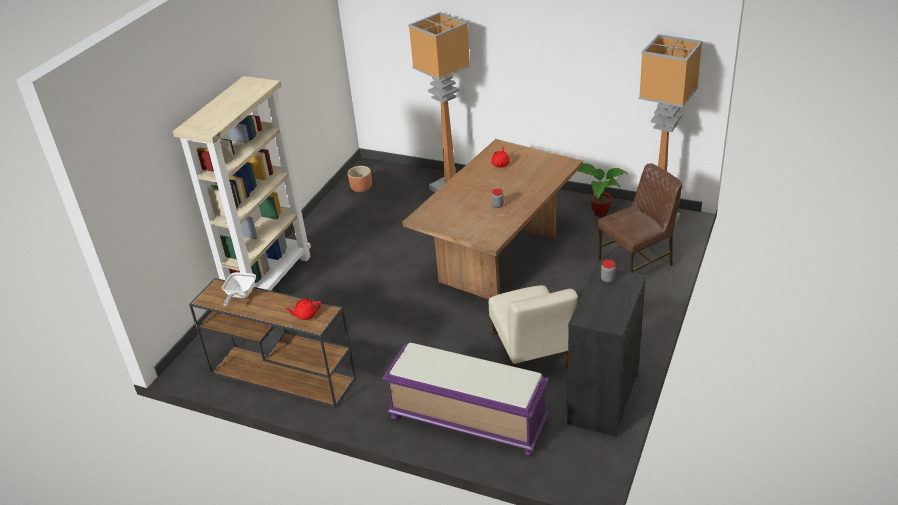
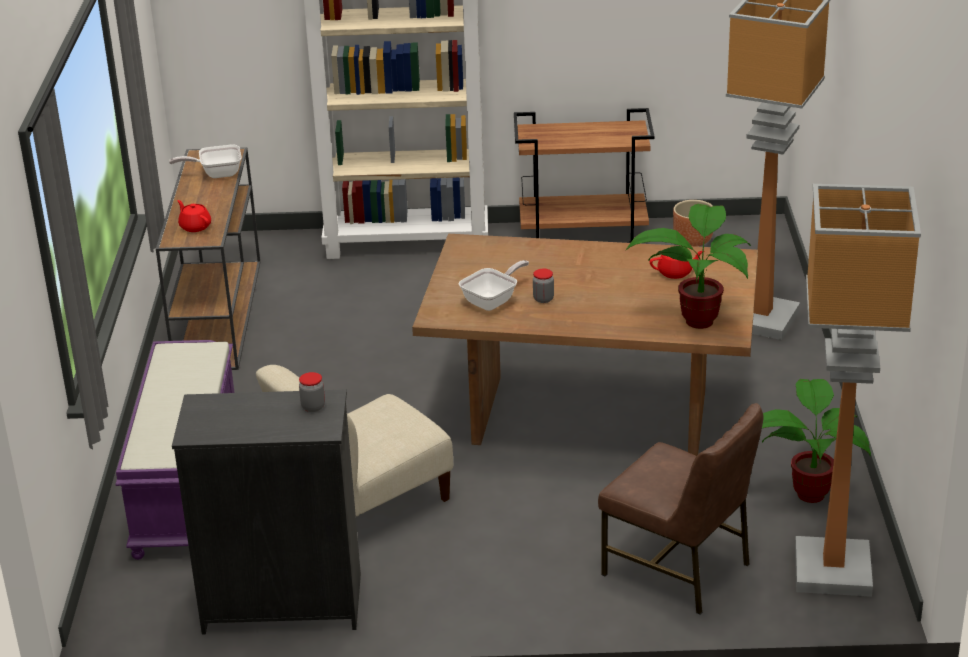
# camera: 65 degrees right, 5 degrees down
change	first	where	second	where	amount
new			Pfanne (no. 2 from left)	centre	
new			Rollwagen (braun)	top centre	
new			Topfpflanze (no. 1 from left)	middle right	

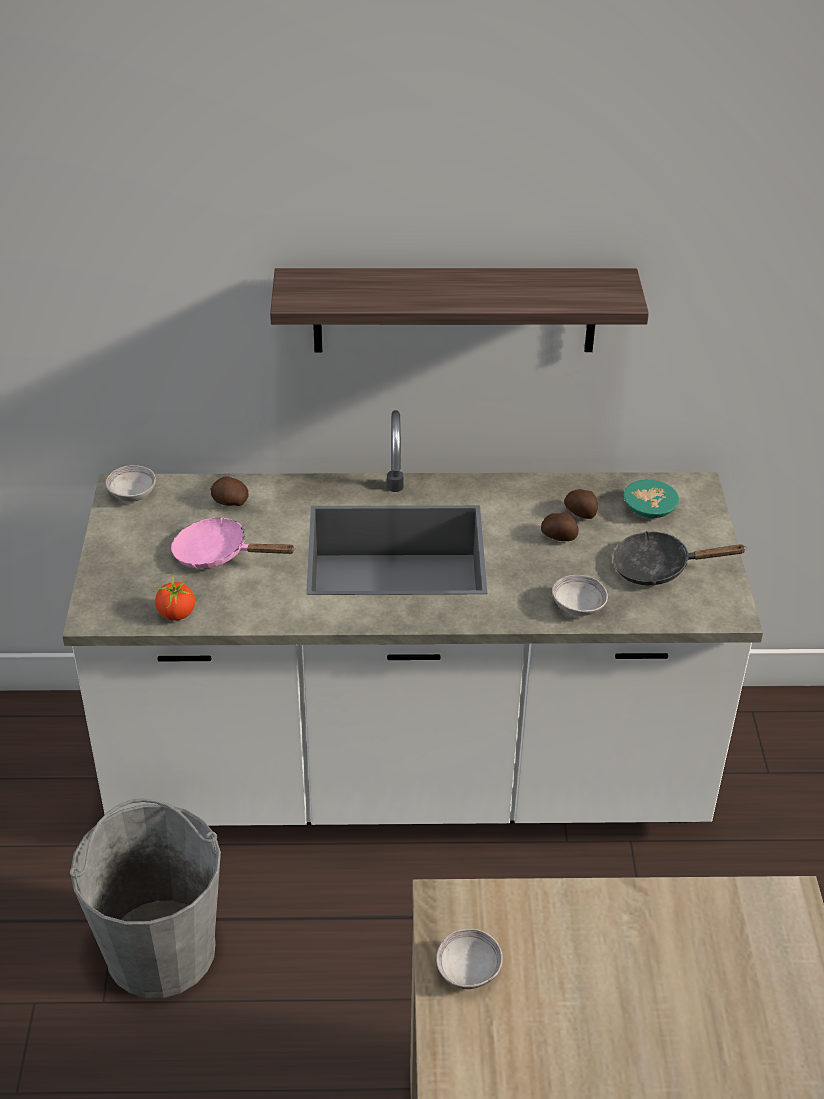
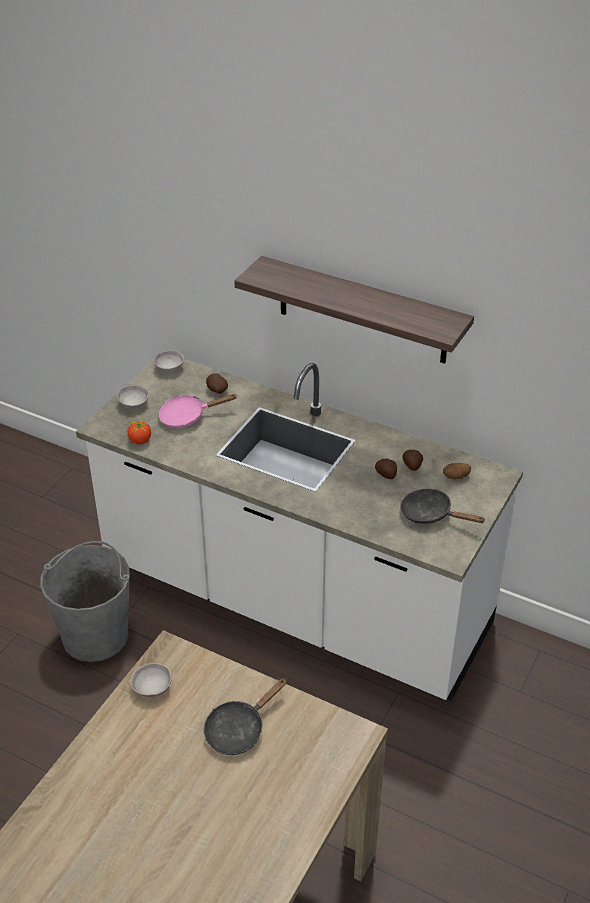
# camera: 30 degrees right, 0 degrees up
change	first	where	second	where	amount
shifted	Schüssel (grau) (no. 3 from left in the first image)	middle right	Schüssel (grau) (no. 1 from left)	middle left	
rotated	Pfanne (rosa)	middle left		centre	60 degrees counterclockwise
new			Pfanne (schwarz) (no. 1 from left)	bottom centre	
swapped	Schüssel (türkis)	middle right	Kartoffel (no. 4 from left)	middle right	

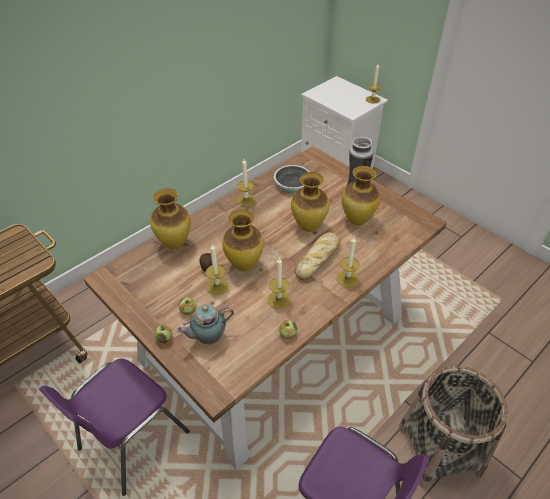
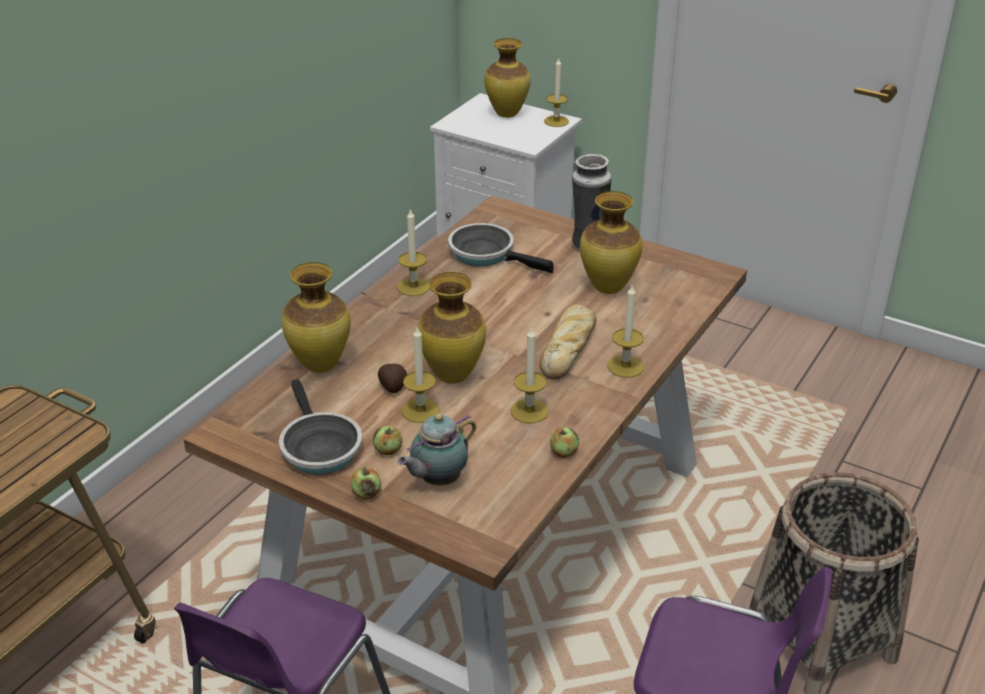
# camera: 15 degrees left, 10 degrees down
change	first	where	second	where	amount
new			Pfanne (no. 1 from left)	middle left	
shifted	Vase (no. 3 from left)	centre		top centre	

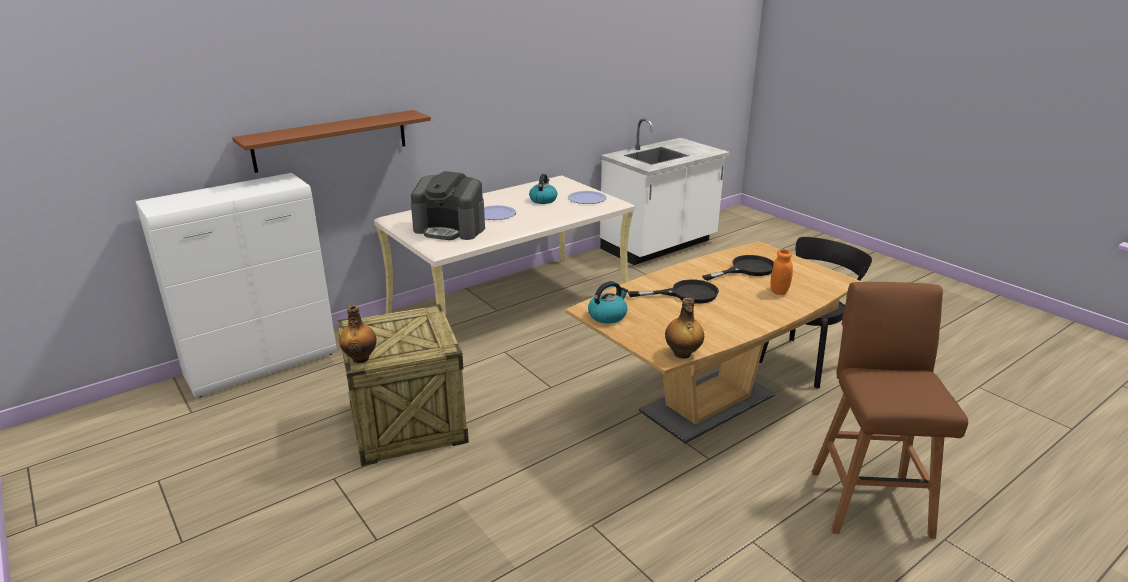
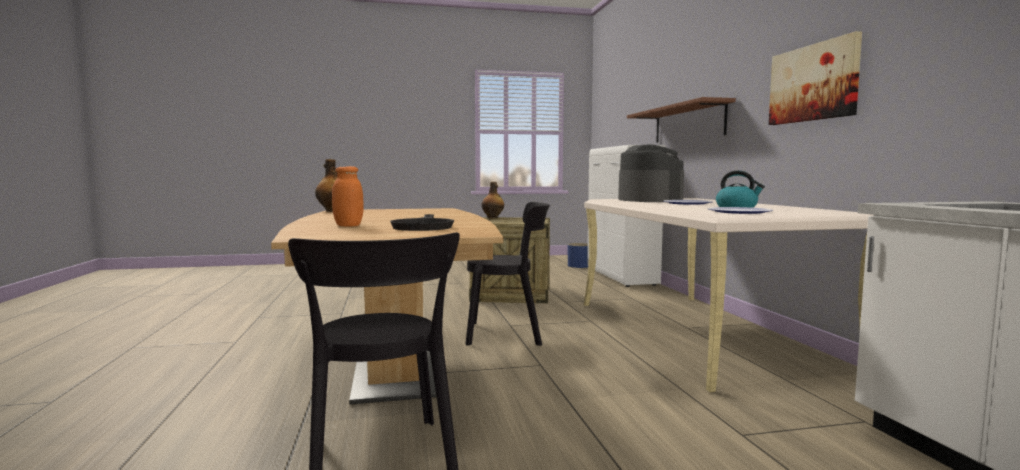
# camera: 115 degrees right, 20 degrees down
change	first	where	second	where	amount
new			Stuhl (schwarz) (no. 2 from left)	centre	
new			Pflanzkübel (blau)	centre	
rotated	Kaffeemaschine	centre		centre	120 degrees clockwise
new			Bild	top right	
gone	Wasserkessel (no. 2 from left)	centre			
gone	Pfanne (schwarz) (no. 1 from left)	centre			
gone	Hocker (braun)	bottom right			

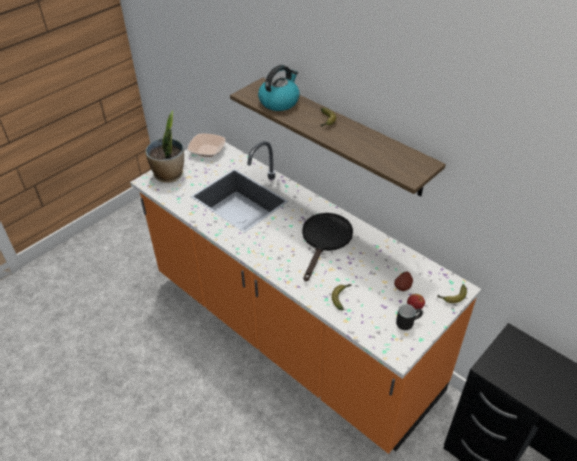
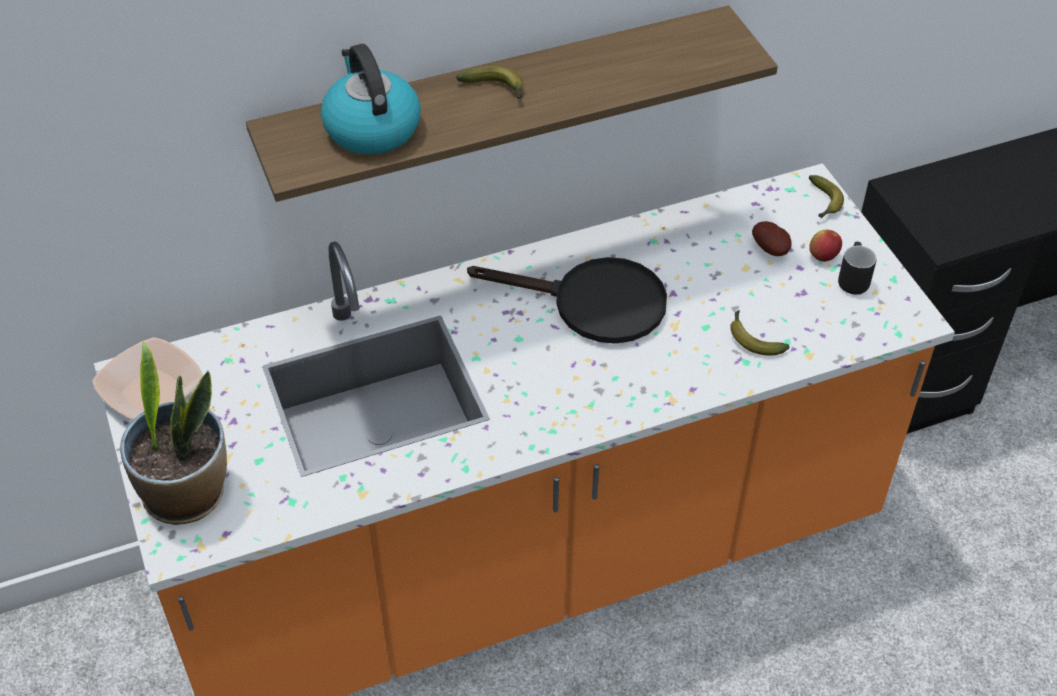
# camera: 65 degrees left, 5 degrees up
change	first	where	second	where	amount
rotated	Pfanne (schwarz)	centre		centre	150 degrees clockwise

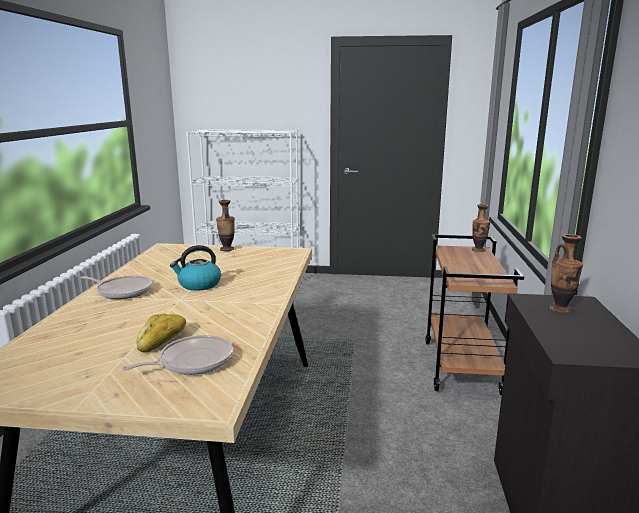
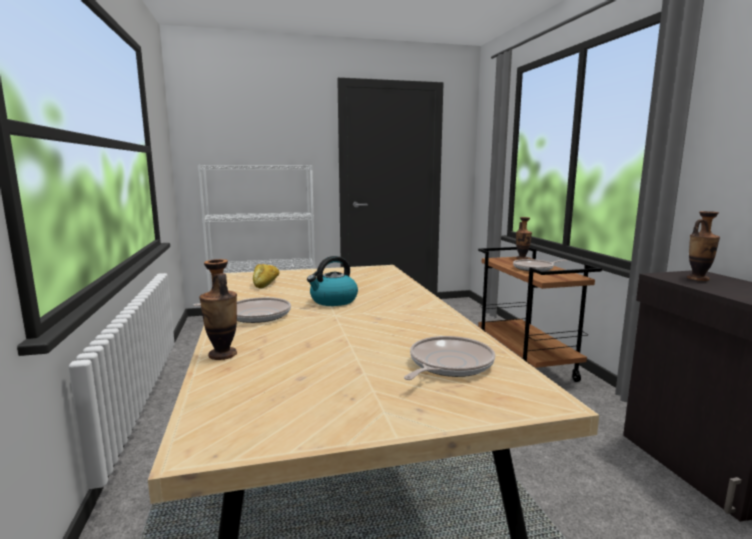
# camera: 20 degrees left, 5 degrees down
change	first	where	second	where	amount
shifted	Vase (no. 1 from left)	centre		middle left	
shifted	Brot	middle left		centre	
new			Pfanne (no. 3 from left)	middle right	

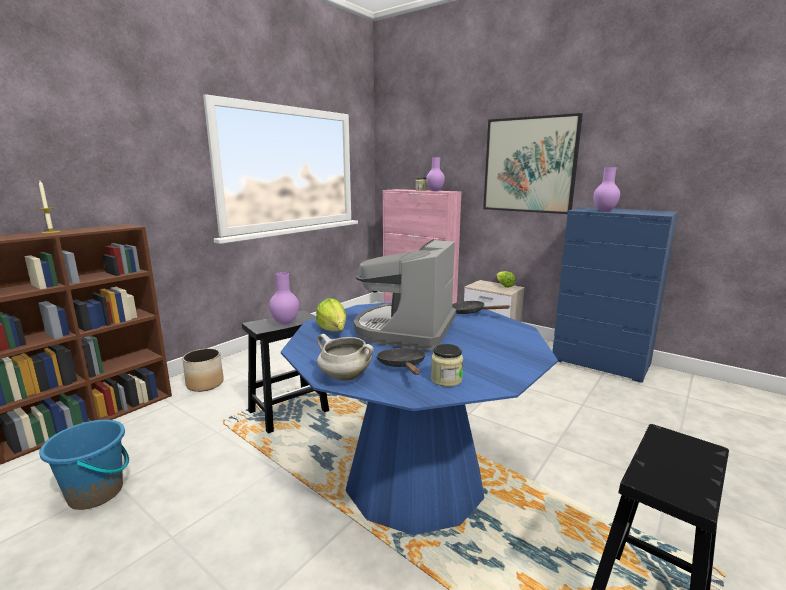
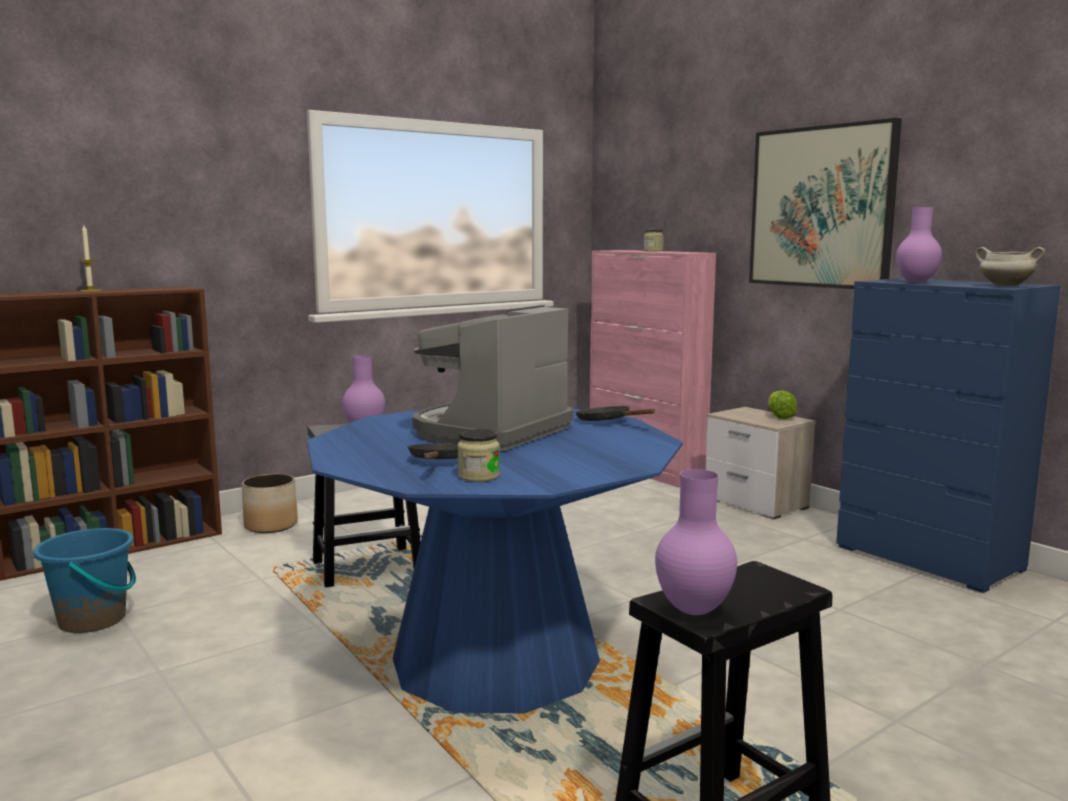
# camera: 15 degrees right, 5 degrees down
change	first	where	second	where	amount
shifted	Vase (lila) (no. 2 from left)	top centre		bottom centre	
shifted	Kochtopf (weiß)	centre		top right	
gone	Salatkopf (no. 1 from left)	centre			

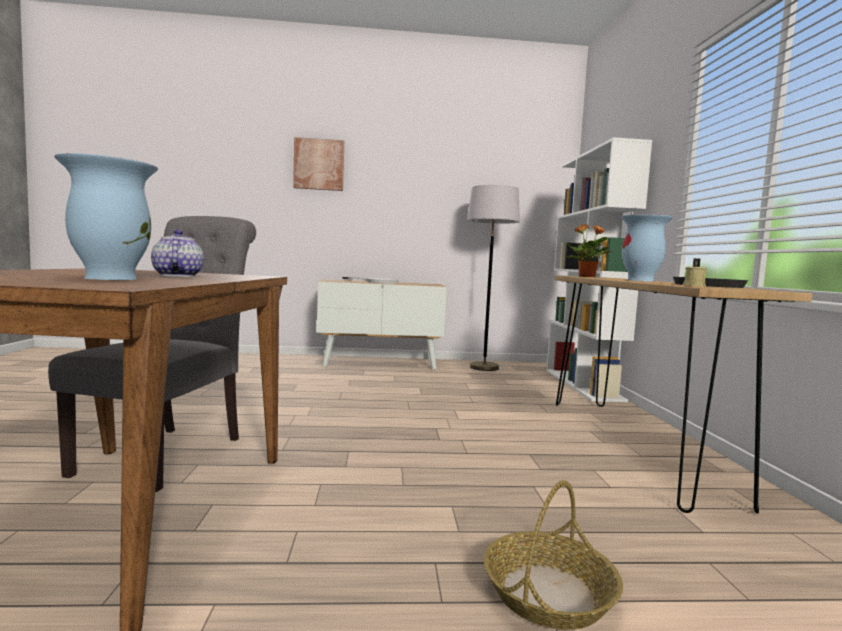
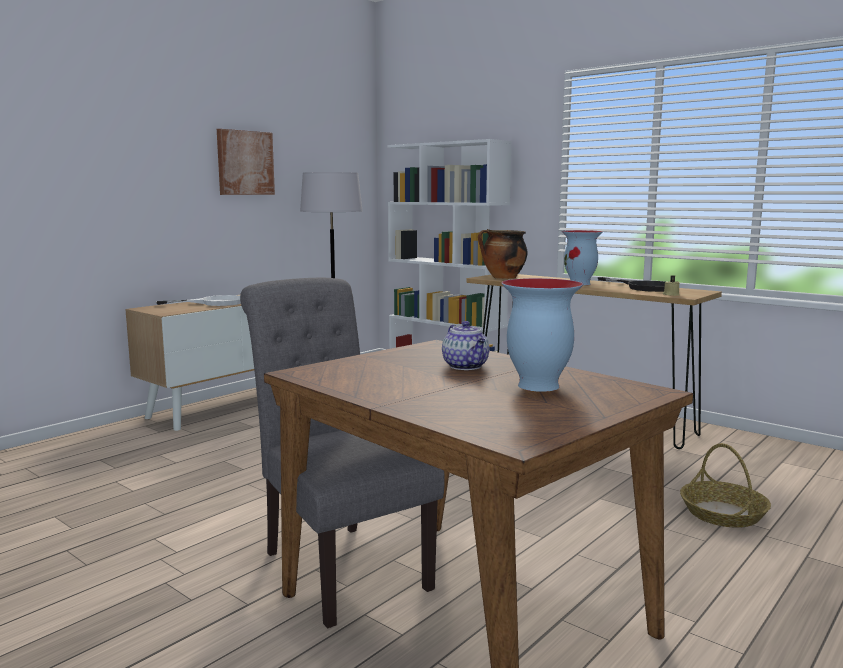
# camera: 45 degrees left, 5 degrees up
change	first	where	second	where	amount
shifted	Bild	top centre		top left	
rotated	Teekanne	middle left		centre	135 degrees counterclockwise
swapped	Topfpflanze	middle right	Kochtopf	centre	

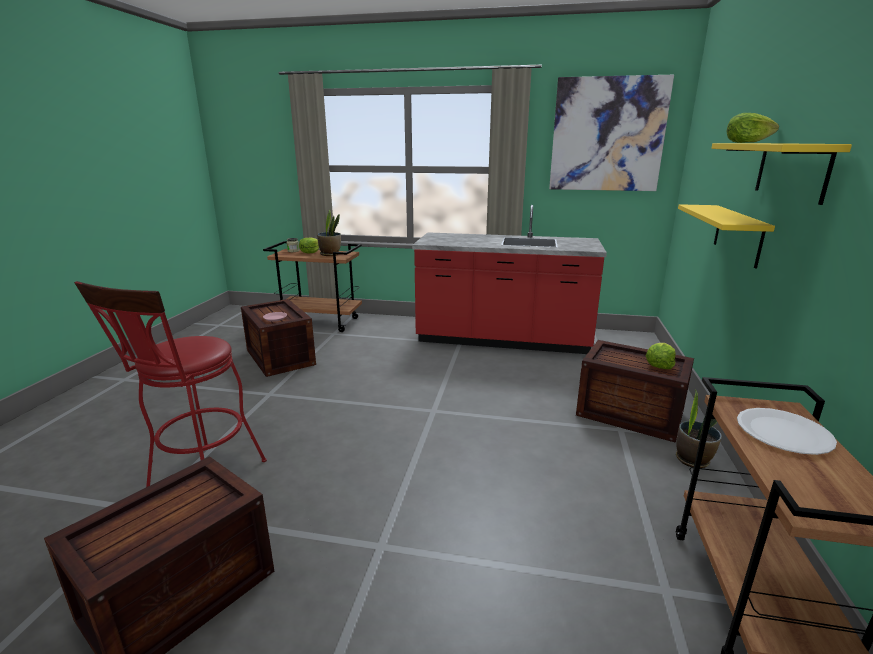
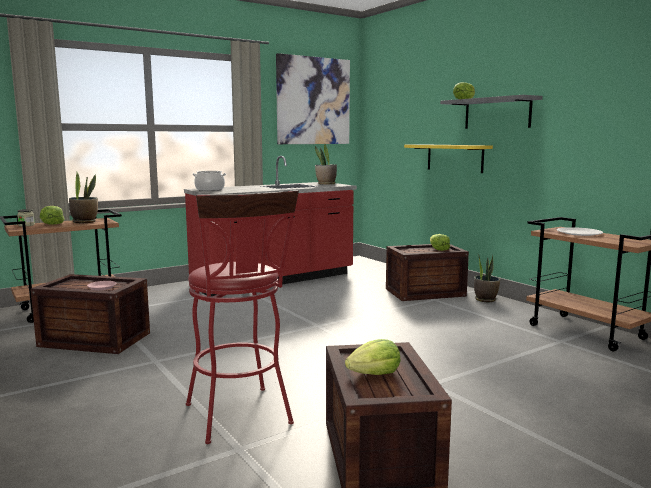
# camera: 45 degrees left, 10 degrees down
change	first	where	second	where	amount
new			Kochtopf	middle left	
new			Topfpflanze (no. 2 from left)	centre	
new			Salatkopf (no. 2 from left)	bottom centre	
repainted	Wandregal (gelb) (no. 2 from left)	top right	Wandregal (grau)	top right	

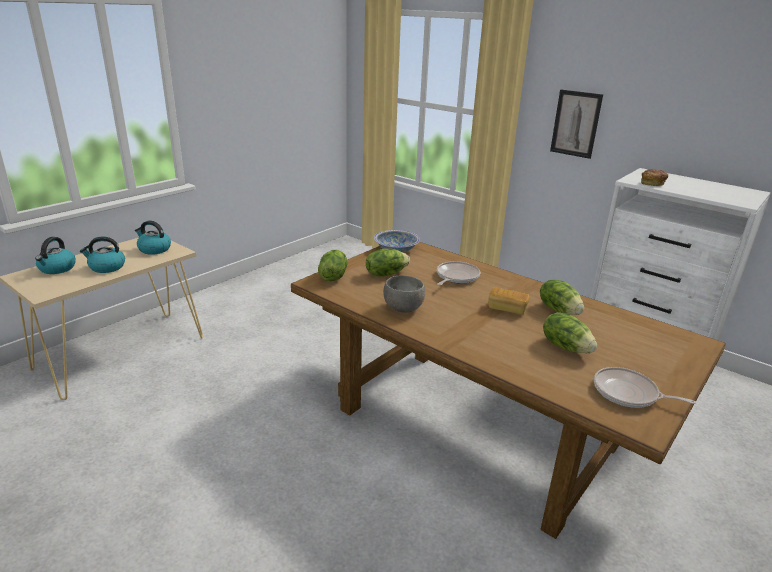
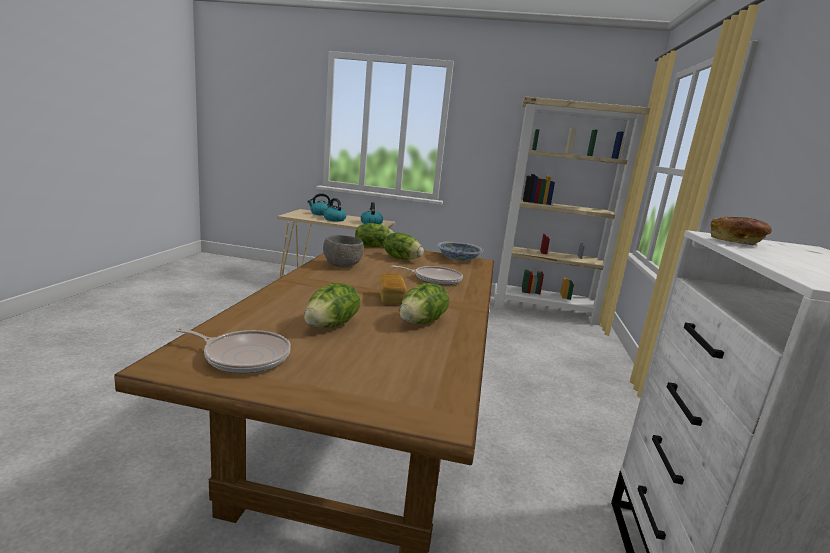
# camera: 60 degrees right, 10 degrees down
change	first	where	second	where	amount
rotated	Pfanne (no. 2 from left in the first image)	bottom right	Pfanne (no. 1 from left)	middle left	105 degrees clockwise
new			Bücherregal (beige)	middle right	
gone	Bild	top right			

